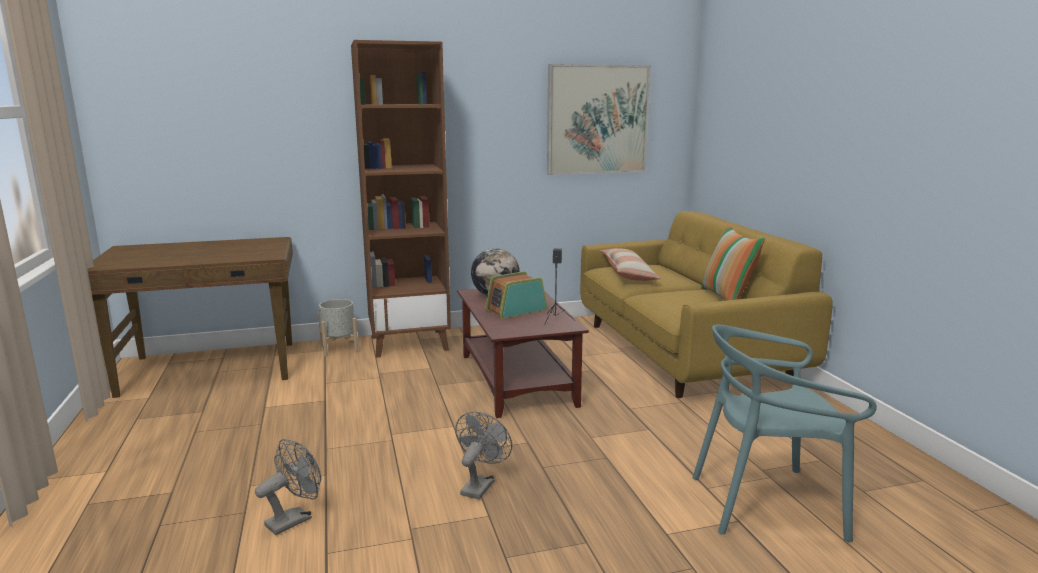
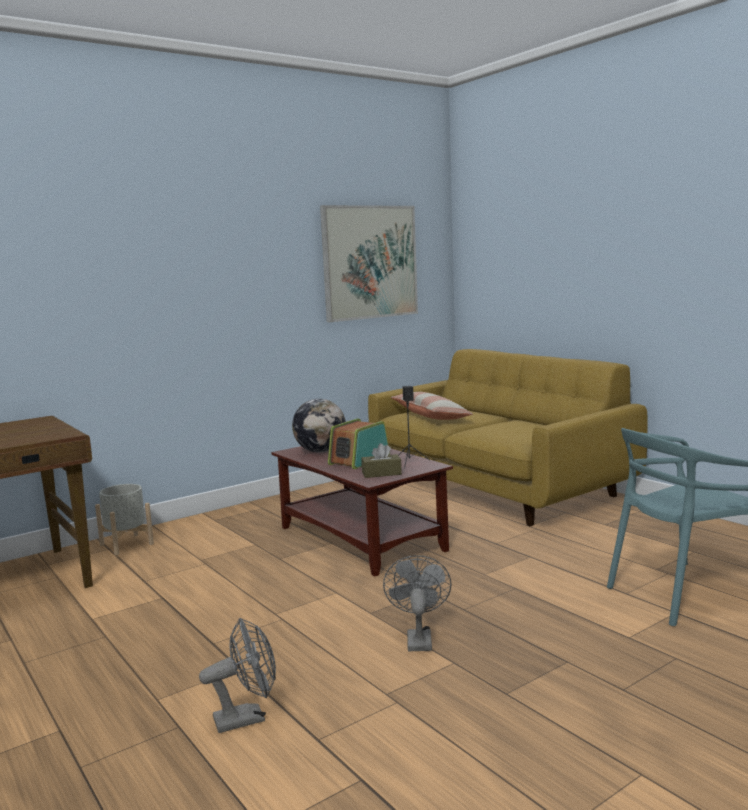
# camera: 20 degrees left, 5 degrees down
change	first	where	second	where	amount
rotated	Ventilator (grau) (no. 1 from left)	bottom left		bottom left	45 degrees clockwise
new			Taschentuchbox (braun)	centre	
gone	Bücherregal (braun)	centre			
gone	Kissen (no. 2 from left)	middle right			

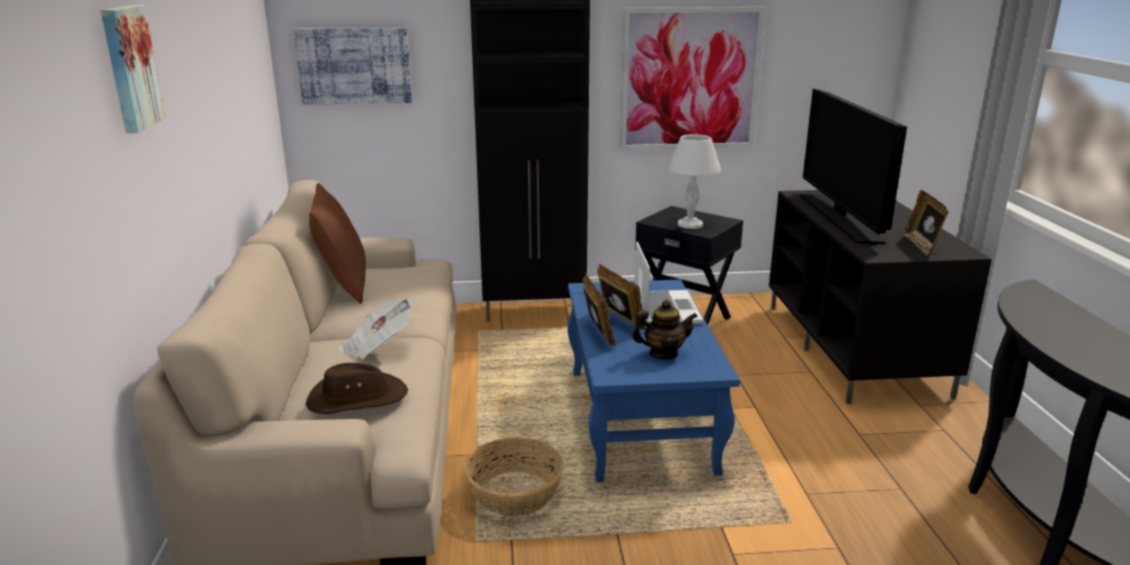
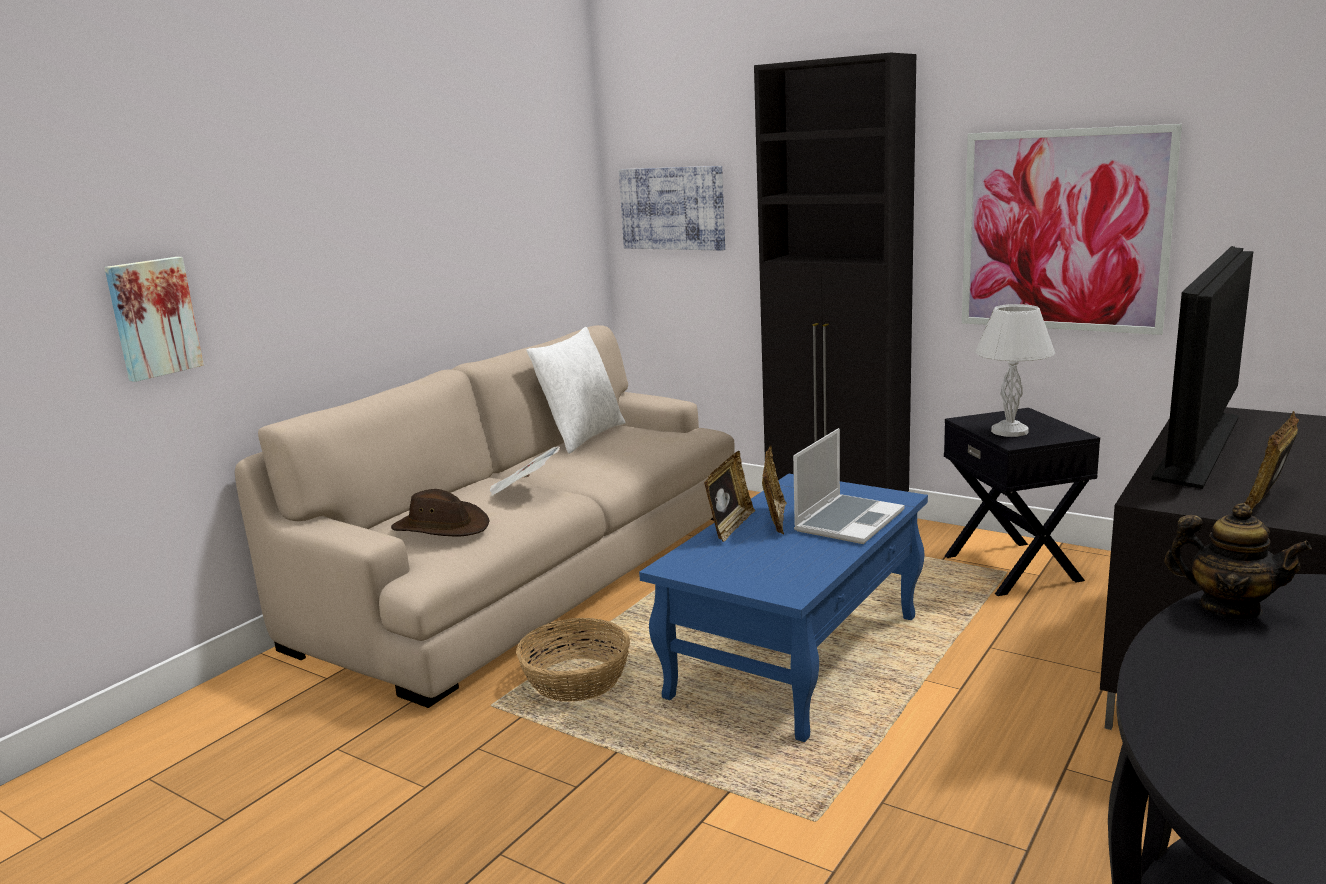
# camera: 40 degrees right, 5 degrees down
change	first	where	second	where	amount
shifted	Bild (no. 1 from left)	top left		middle left	
repainted	Kissen (braun)	middle left	Kissen (weiß)	centre	
shifted	Teekanne	centre		middle right	

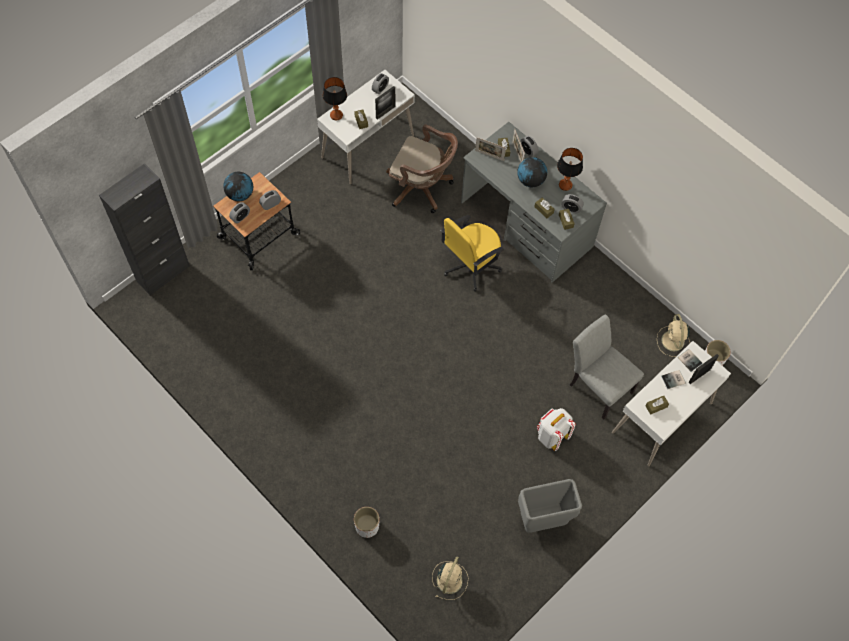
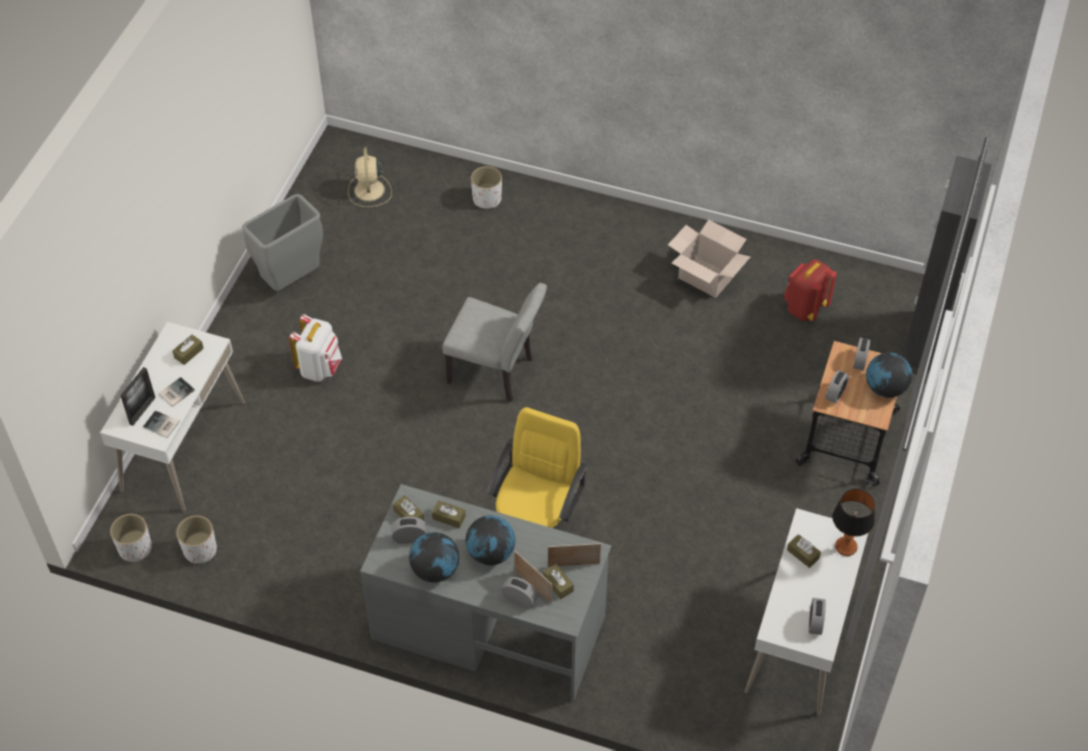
# camera: 155 degrees right, 10 degrees down
change	first	where	second	where	amount
swapped	Ventilator (beige) (no. 2 from left)	middle right	Pflanzkübel (weiß) (no. 2 from left)	bottom left	
swapped	Tischlampe (no. 2 from left)	top right	Globus (no. 1 from left)	bottom centre	
shifted	Stuhl (grau)	middle right		centre	
new			Karton	centre	
new			Rucksack (rot)	middle right	
gone	Bilderrahmen (no. 1 from left)	top centre			
gone	Bürostuhl (braun)	top centre			

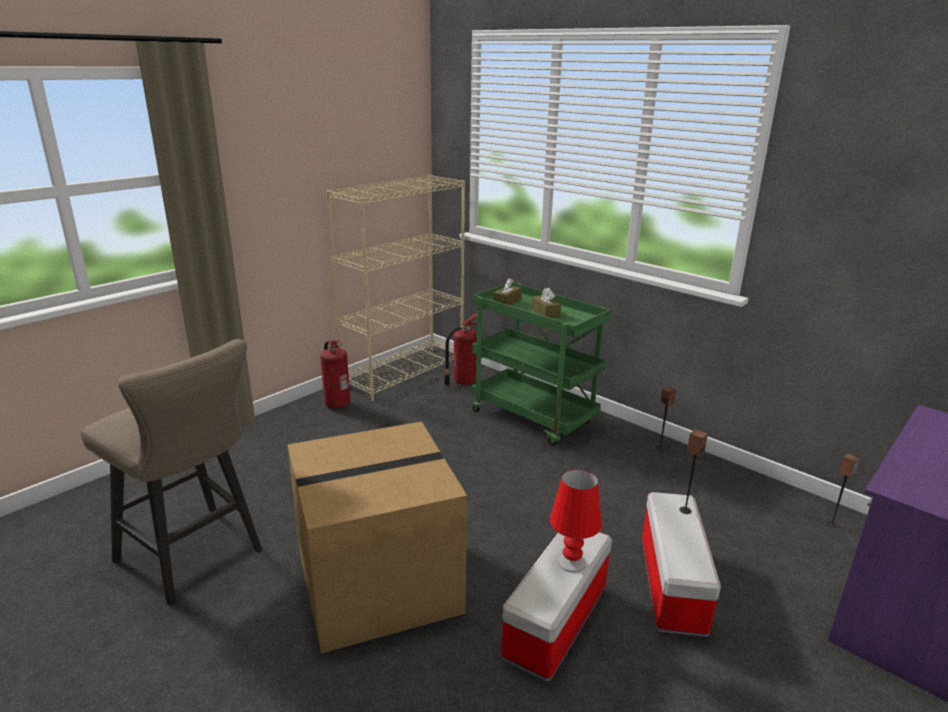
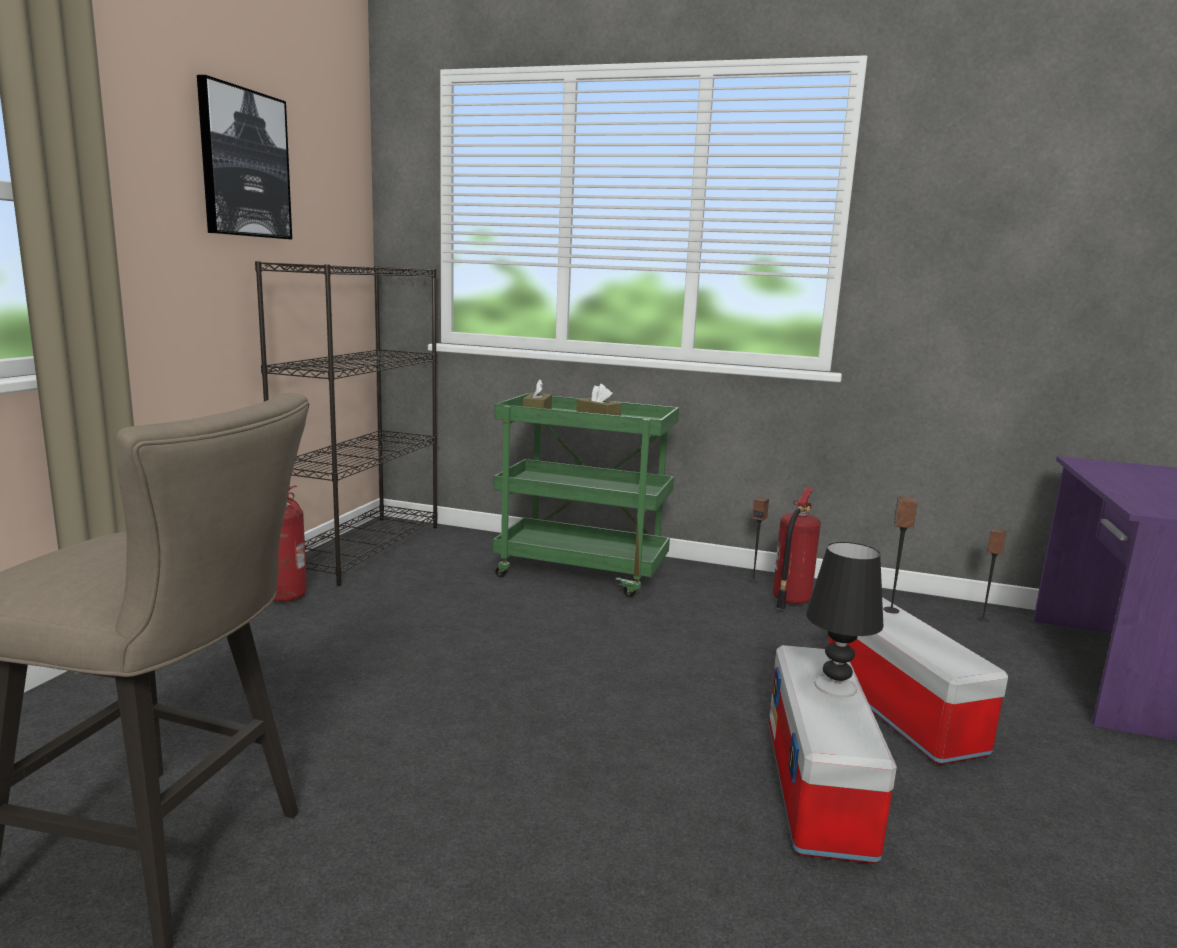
# camera: 25 degrees left, 10 degrees down
change	first	where	second	where	amount
new			Bild	top left	
repainted	Bücherregal (beige)	centre	Bücherregal (schwarz)	middle left	
shifted	Feuerlöscher (no. 2 from left)	centre		middle right	
repainted	Tischlampe (rot)	bottom centre	Tischlampe (schwarz)	middle right	
gone	Karton	bottom centre			

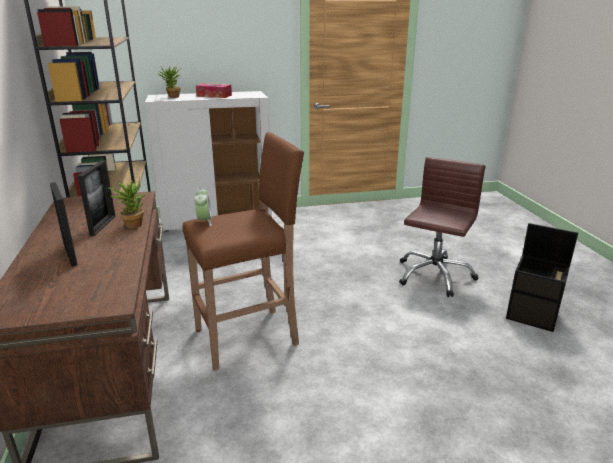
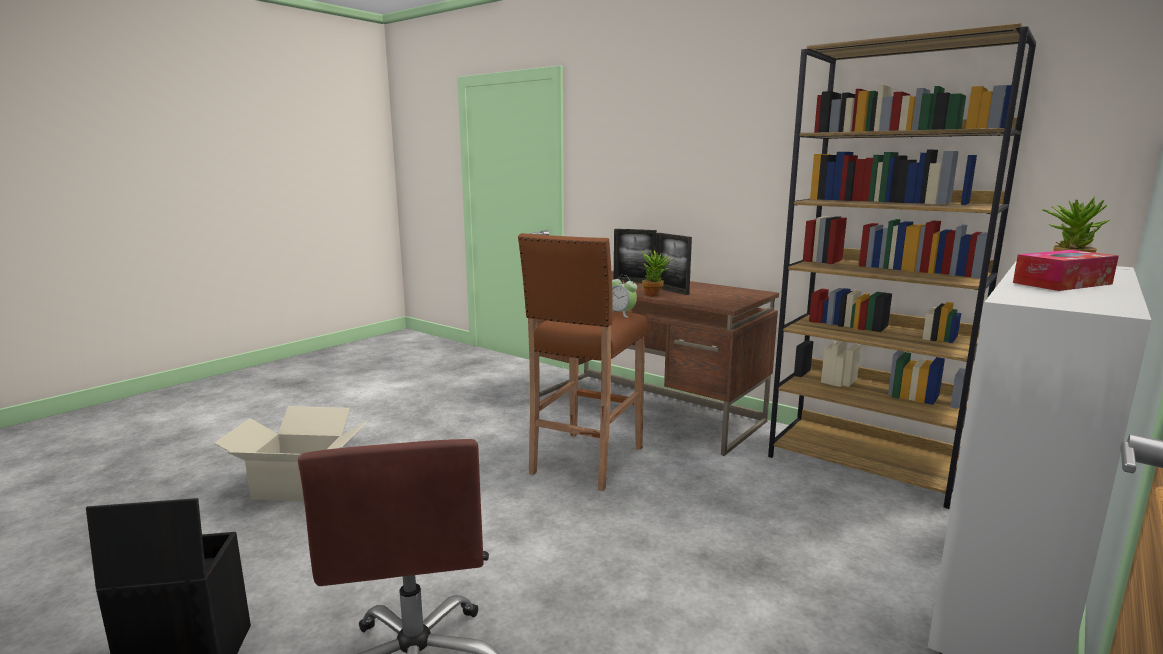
# camera: 140 degrees right, 10 degrees down
change	first	where	second	where	amount
new			Karton	bottom left	

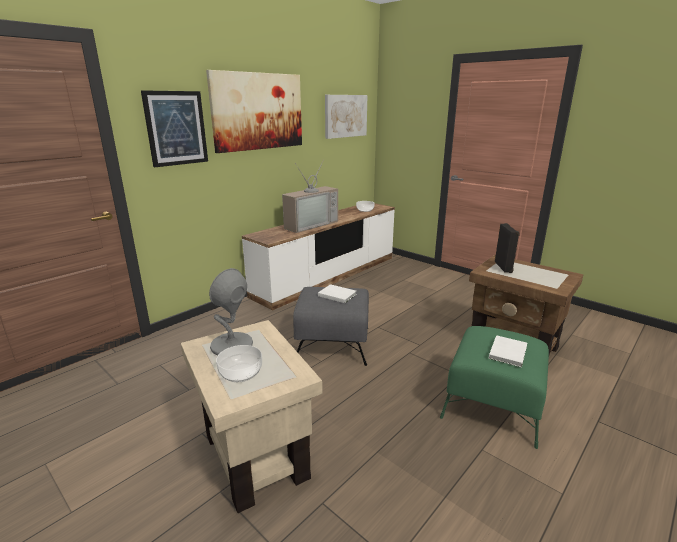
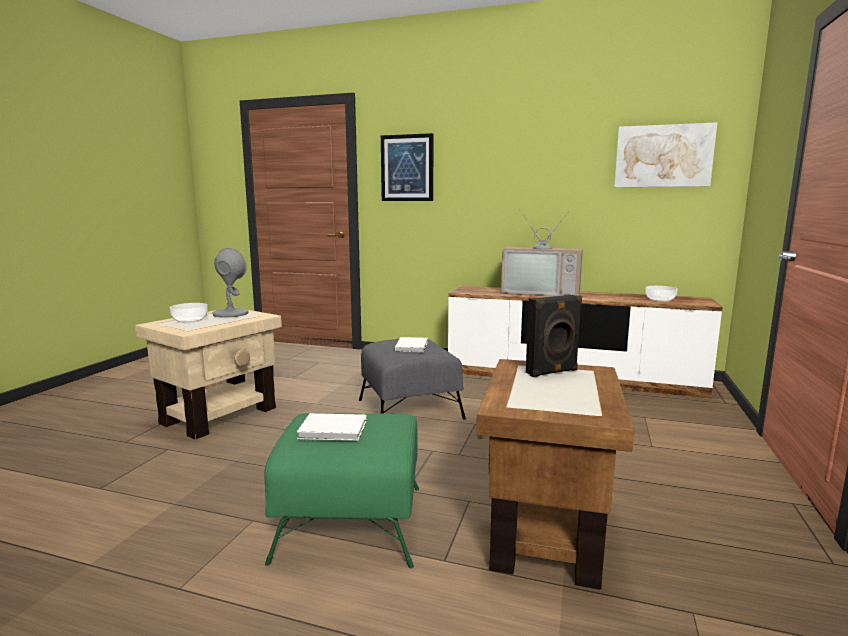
# camera: 65 degrees right, 10 degrees down
change	first	where	second	where	amount
gone	Bild (no. 2 from left)	top centre			

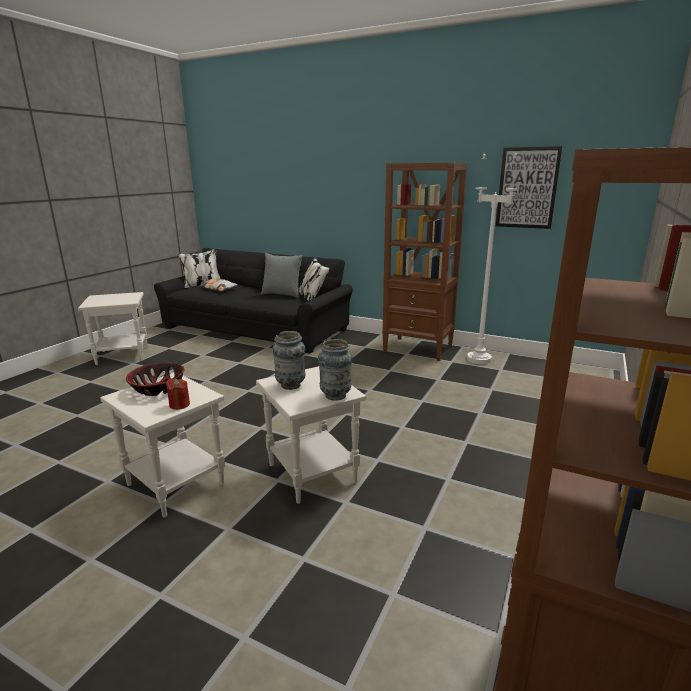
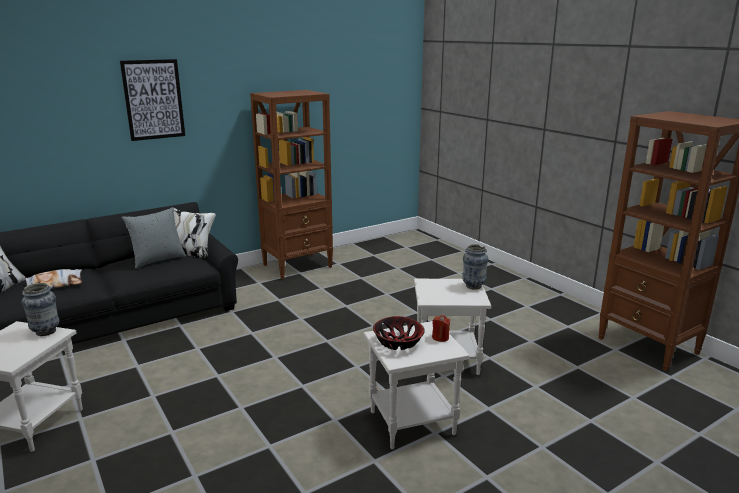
# camera: 60 degrees left, 0 degrees up
change	first	where	second	where	amount
shifted	Vase (no. 1 from left)	centre		middle left	
shifted	Bild	top right		top left	
gone	Stehlampe (weiß)	middle right			

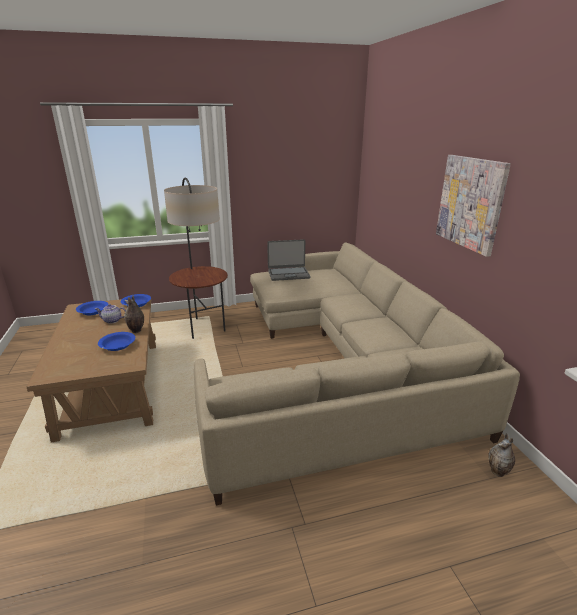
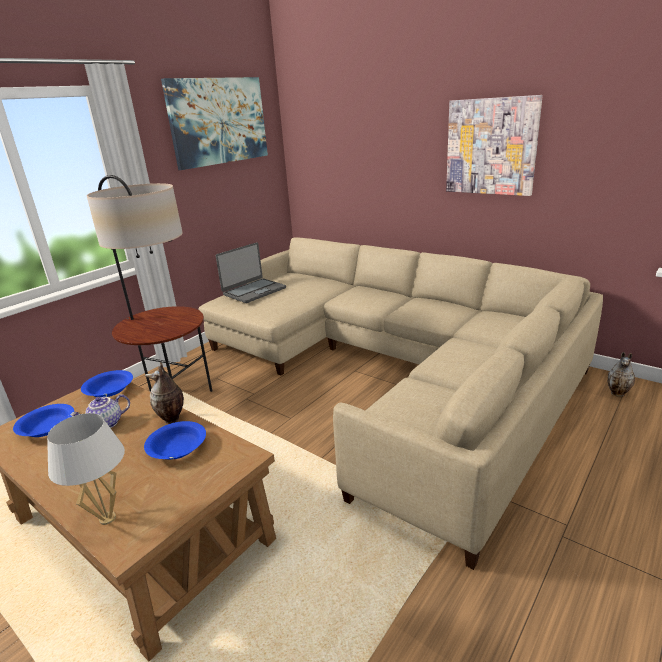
# camera: 35 degrees left, 0 degrees up
change	first	where	second	where	amount
new			Tischlampe (weiß)	bottom left	
new			Bild (no. 1 from left)	top left	

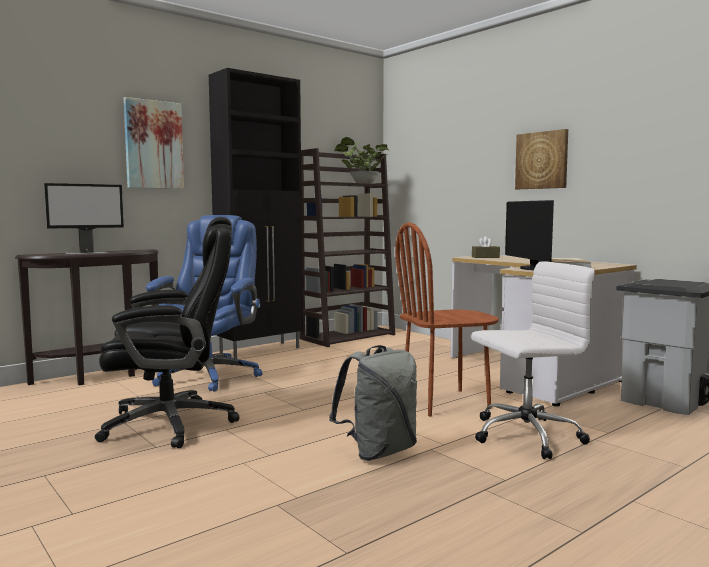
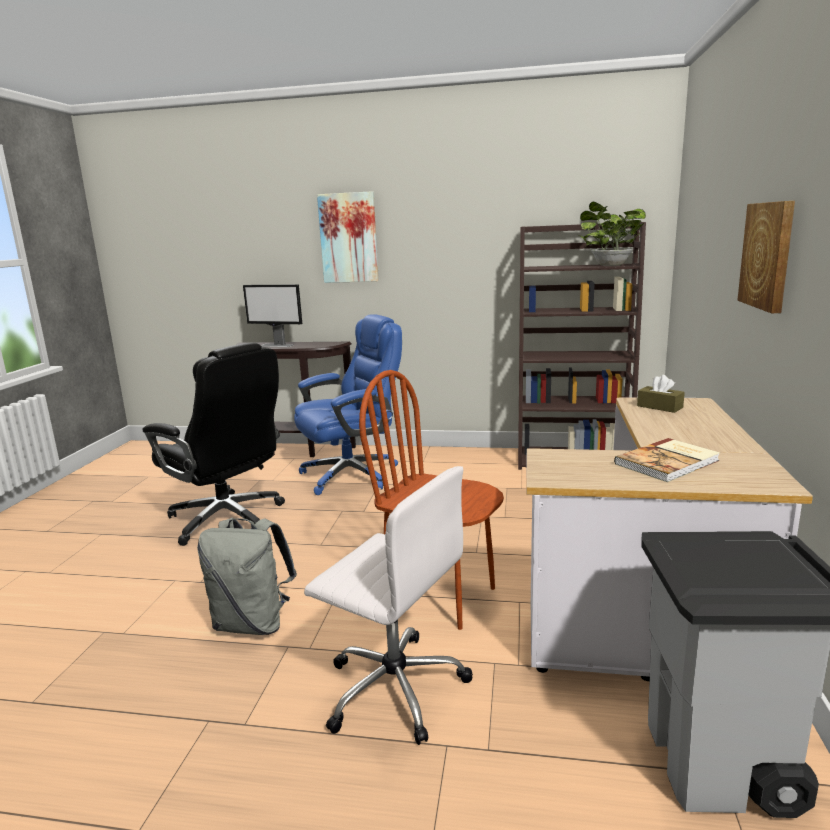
# camera: 50 degrees right, 10 degrees up
change	first	where	second	where	amount
gone	Schrank (schwarz)	centre			
gone	Monitor (no. 2 from left)	middle right			

